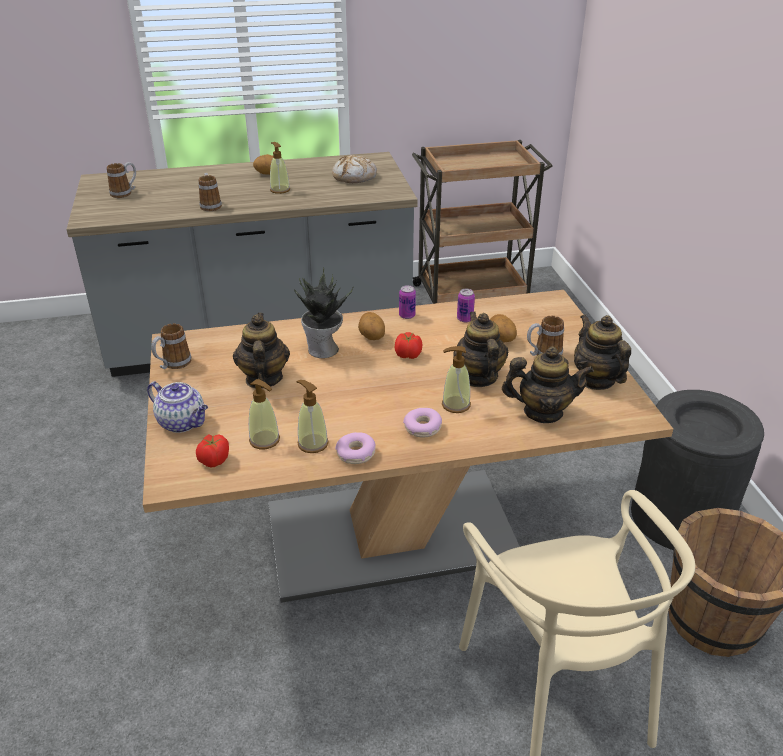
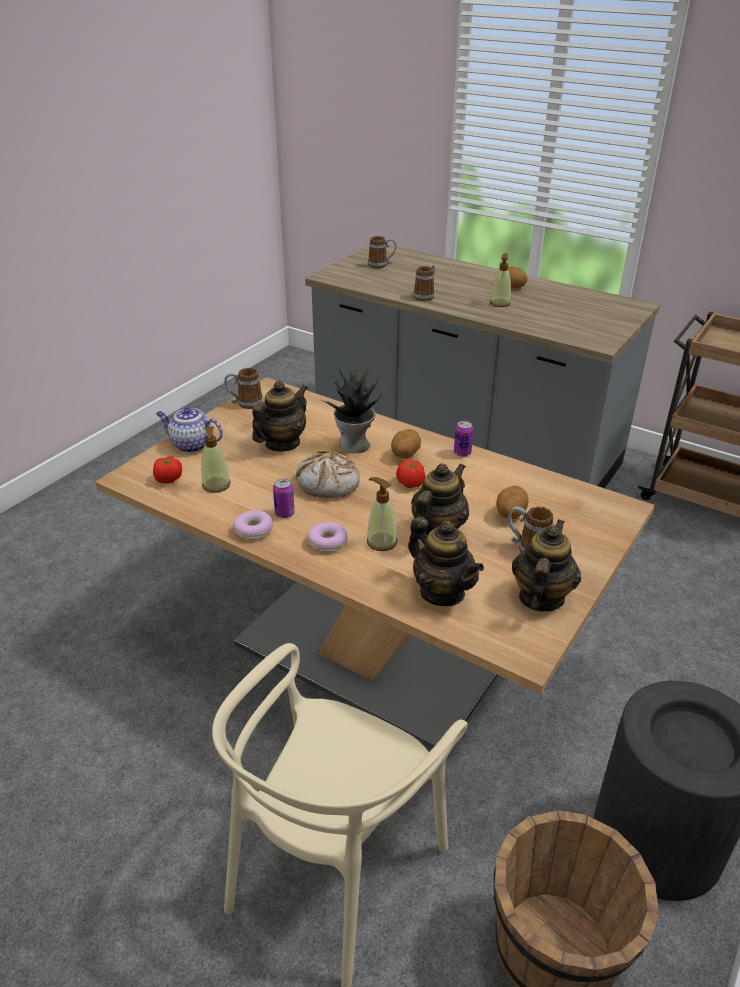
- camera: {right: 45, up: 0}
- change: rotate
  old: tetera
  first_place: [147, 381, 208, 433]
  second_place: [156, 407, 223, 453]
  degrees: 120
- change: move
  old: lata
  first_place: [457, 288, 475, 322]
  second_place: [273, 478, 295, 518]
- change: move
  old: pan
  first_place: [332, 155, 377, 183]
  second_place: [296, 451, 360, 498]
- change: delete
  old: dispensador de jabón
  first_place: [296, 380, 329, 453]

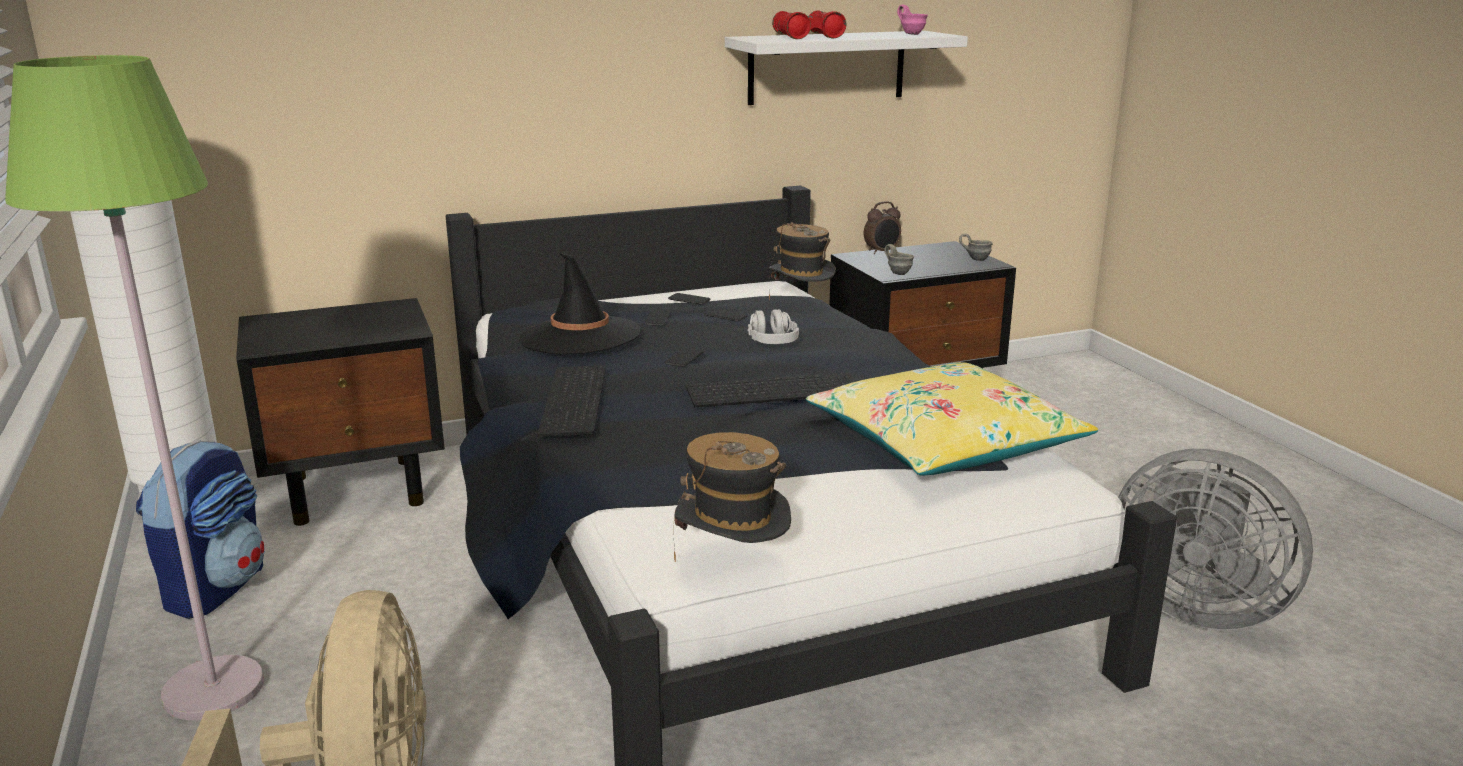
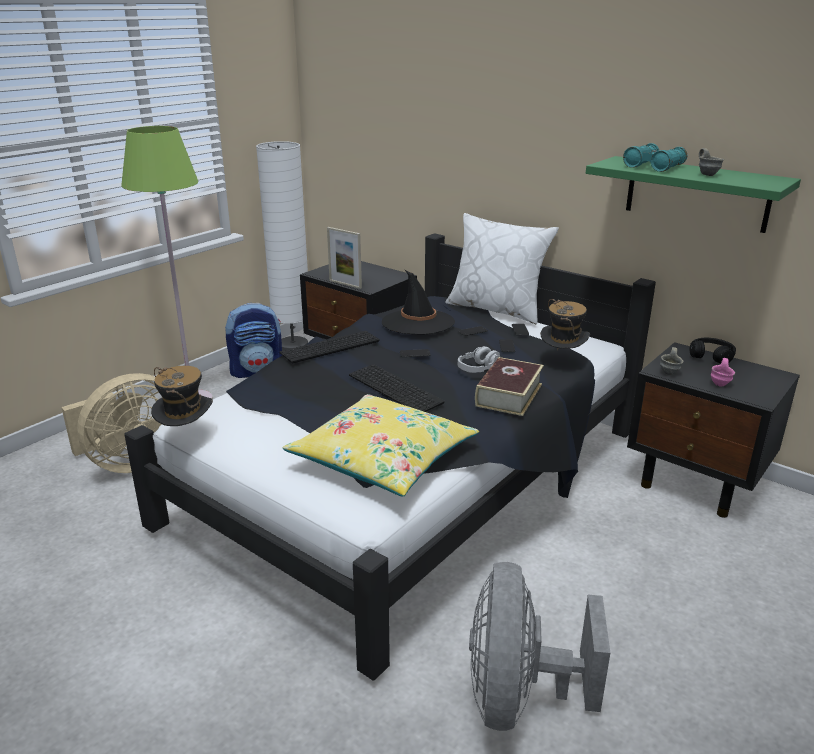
- camera: {right: 60, up: 5}
- change: insert
  new: portarretratos
  second_place: [327, 227, 362, 289]
- change: insert
  new: cojín/blanco
  second_place: [445, 213, 559, 324]
- change: insert
  new: libro
  second_place: [475, 357, 544, 416]
- change: recolor
  old: estante/blanco
  new: estante/verde
  first_place: [725, 31, 968, 105]
  second_place: [586, 156, 801, 233]
- change: recolor
  old: prismáticos/rojo
  new: prismáticos/turquesa
  first_place: [772, 10, 846, 39]
  second_place: [623, 143, 687, 172]
- change: replace
  old: despertador
  new: auriculares/negro
  first_place: [863, 201, 901, 254]
  second_place: [690, 338, 736, 363]
- change: move
  old: taza grande/gris
  first_place: [959, 233, 993, 261]
  second_place: [699, 148, 724, 176]
- change: move
  old: taza grande/rosa
  first_place: [897, 5, 928, 35]
  second_place: [711, 358, 735, 387]

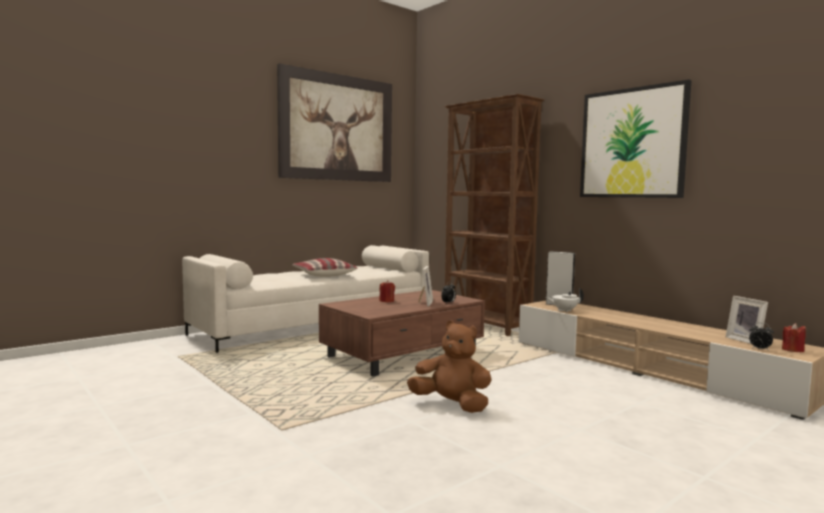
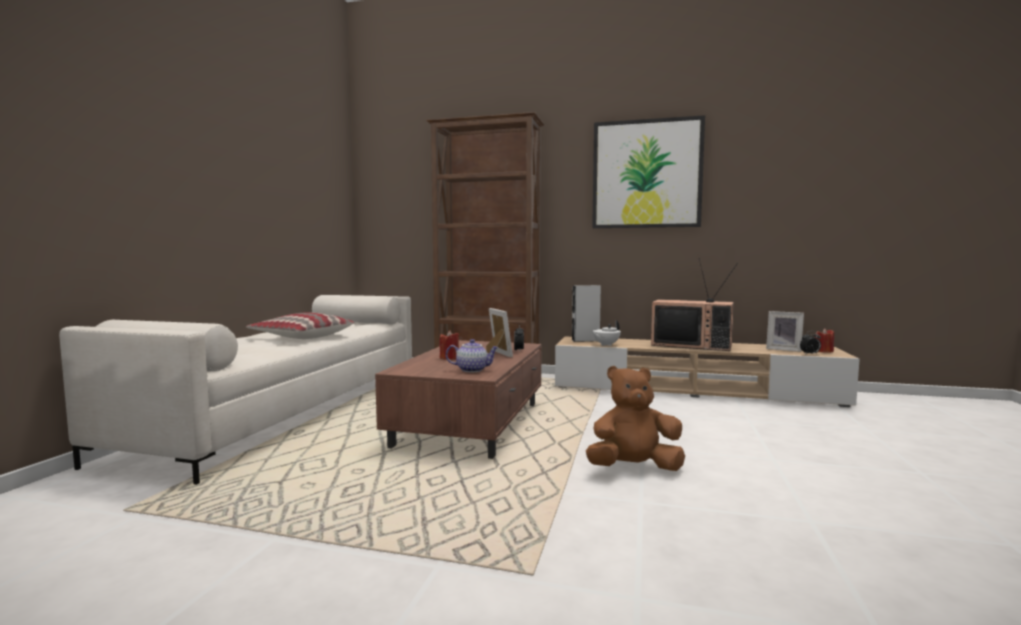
- camera: {right: -35, up: 0}
- change: insert
  new: tetera
  second_place: [446, 339, 499, 372]
- change: insert
  new: televisor
  second_place: [651, 258, 738, 351]
- change: delete
  old: cuadro
  first_place: [277, 63, 392, 182]

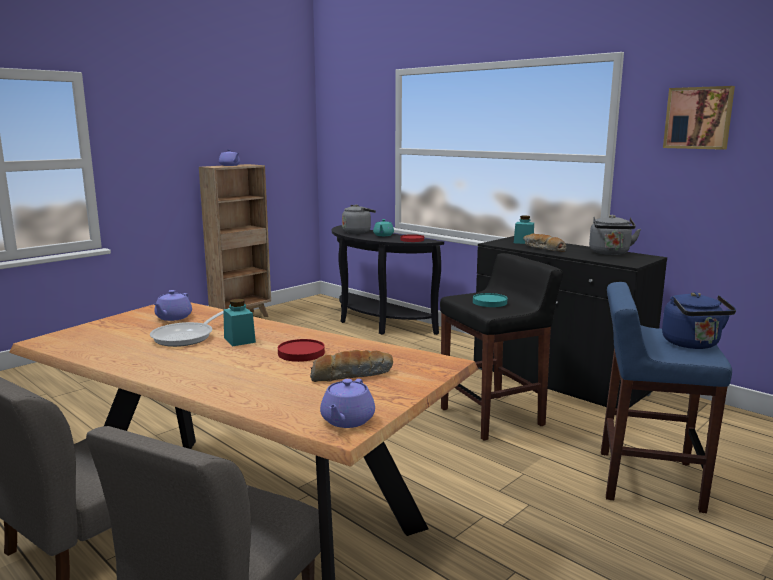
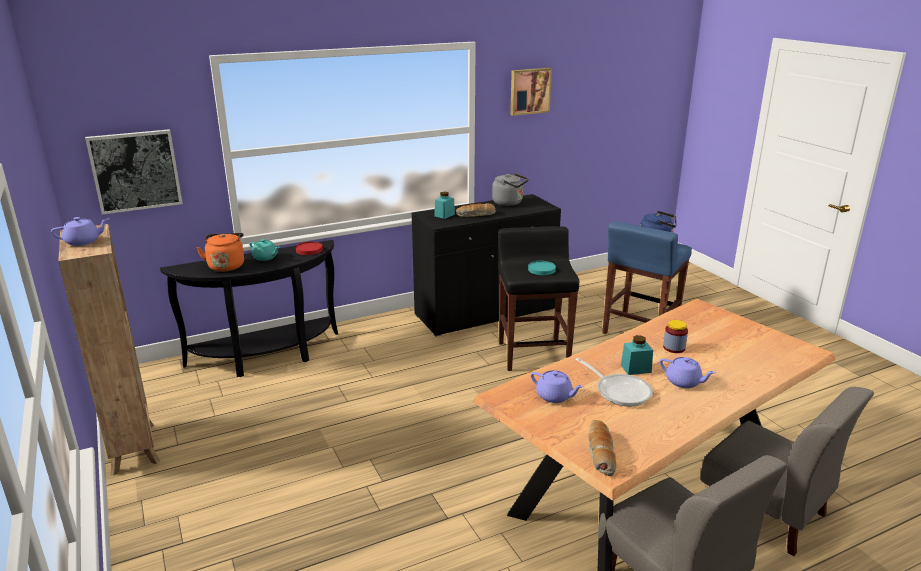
- camera: {right: -70, up: 10}
- change: insert
  new: cuadro
  second_place: [85, 129, 183, 215]
- change: recolor
  old: hervidor/gris
  new: hervidor/naranja
  first_place: [342, 204, 376, 234]
  second_place: [196, 233, 244, 272]
- change: move
  old: pan
  first_place: [310, 350, 393, 382]
  second_place: [588, 420, 616, 476]
- change: move
  old: tetera/morado
  first_place: [320, 379, 375, 428]
  second_place: [660, 357, 716, 388]
- change: replace
  old: plato/rojo
  new: tarro
  first_place: [278, 339, 325, 362]
  second_place: [663, 320, 688, 353]

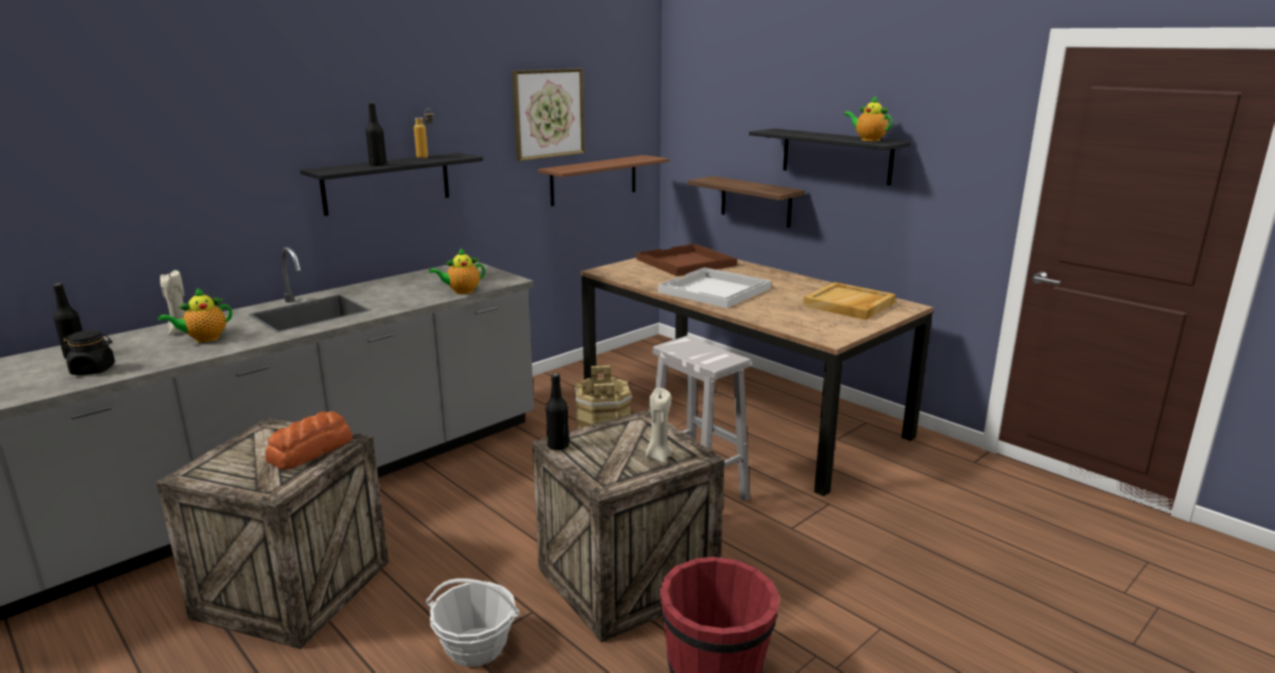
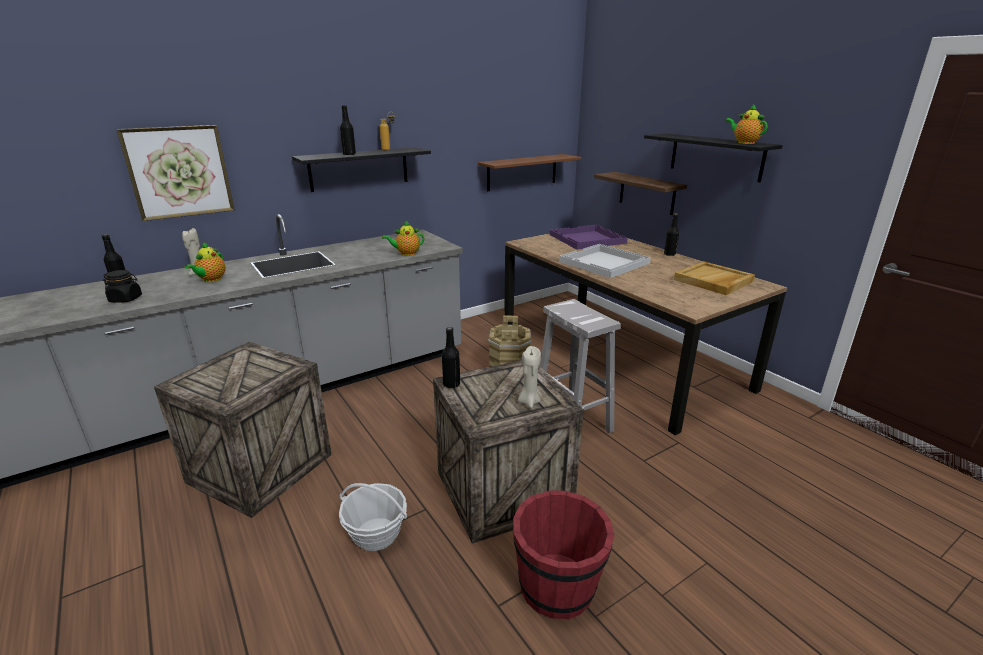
- camera: {right: 10, up: 5}
- change: move
  old: cuadro
  first_place: [512, 68, 585, 161]
  second_place: [116, 125, 235, 221]
- change: rotate
  old: tetera
  first_place: [158, 288, 232, 342]
  second_place: [185, 242, 226, 282]
  degrees: -45
- change: recolor
  old: bandeja/marrón
  new: bandeja/morado
  first_place: [637, 244, 737, 276]
  second_place: [550, 225, 627, 250]
- change: insert
  new: botella/negro
  second_place: [664, 213, 679, 256]
- change: delete
  old: pan
  first_place: [265, 411, 352, 469]

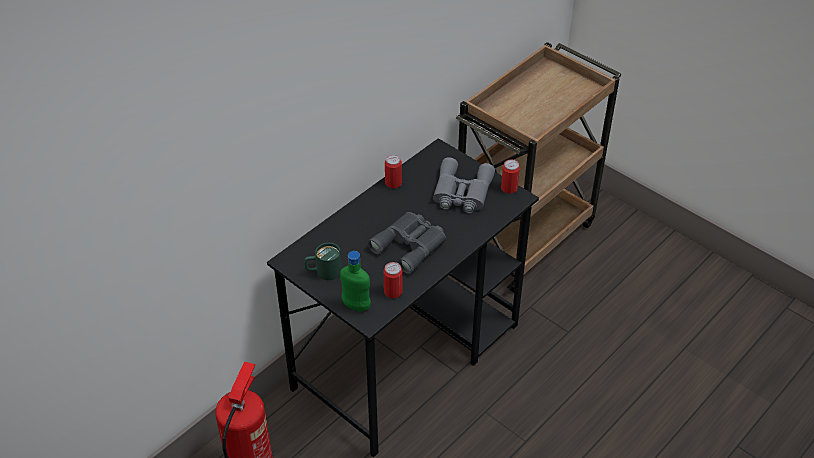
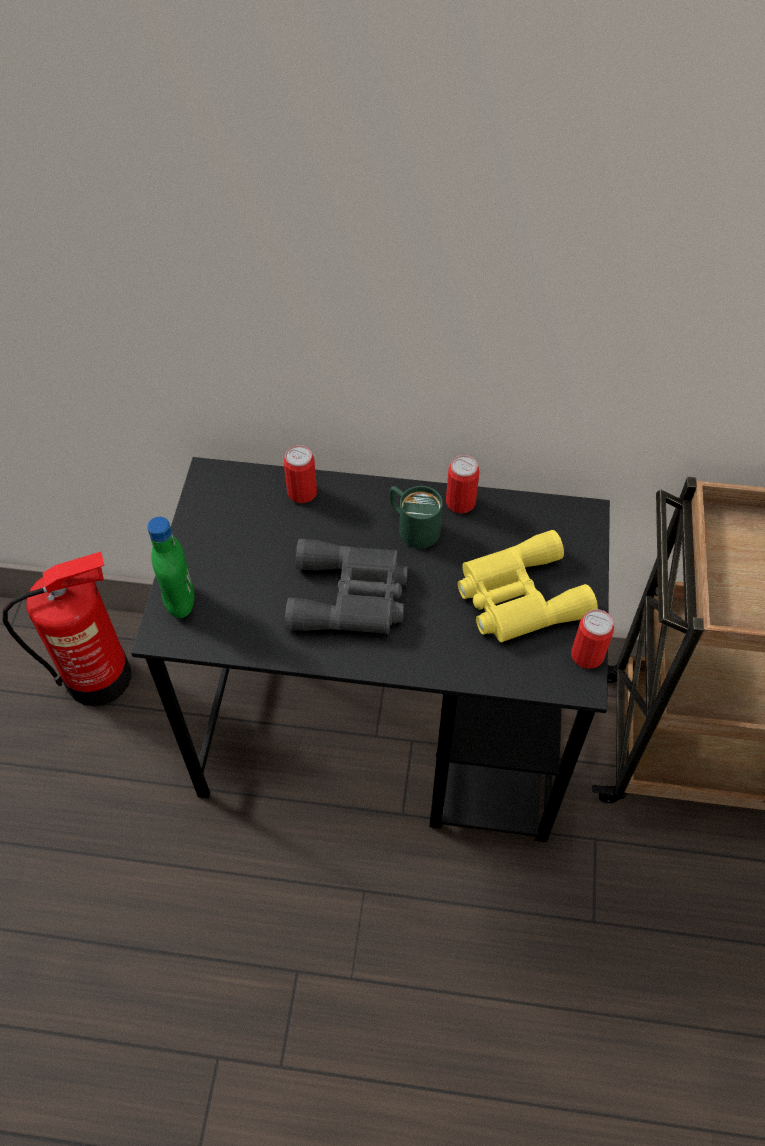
- camera: {right: 55, up: 10}
- change: move
  old: lata
  first_place: [384, 262, 403, 298]
  second_place: [284, 445, 317, 503]
- change: move
  old: taza grande/verde
  first_place: [304, 243, 342, 280]
  second_place: [389, 486, 443, 549]
- change: recolor
  old: prismáticos/gris
  new: prismáticos/amarillo
  first_place: [433, 157, 495, 213]
  second_place: [458, 530, 598, 642]

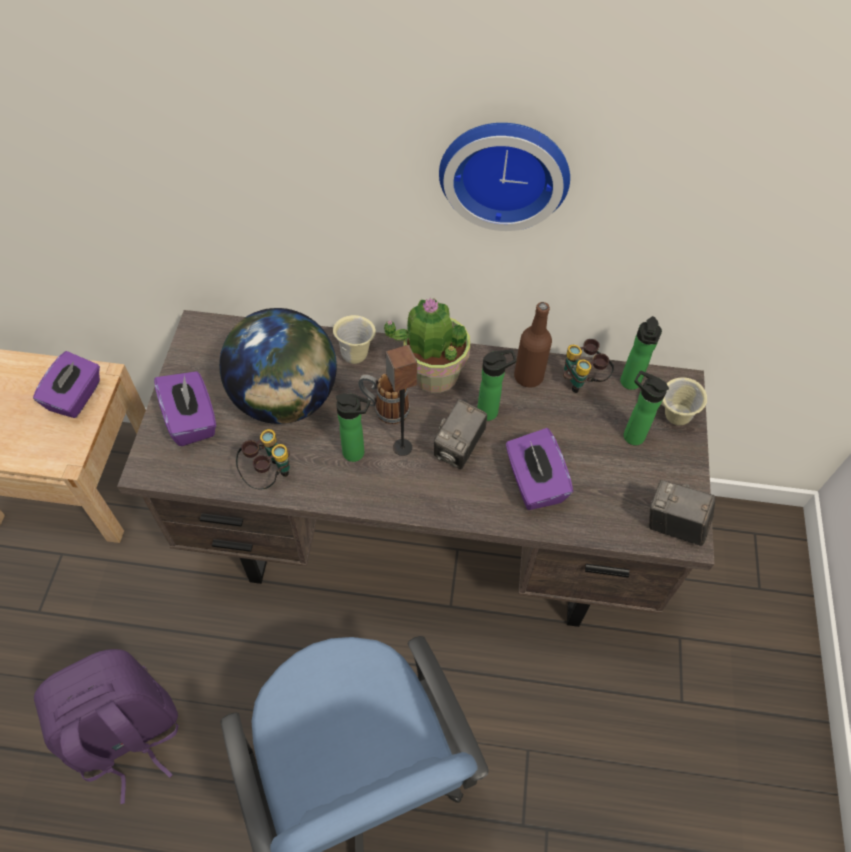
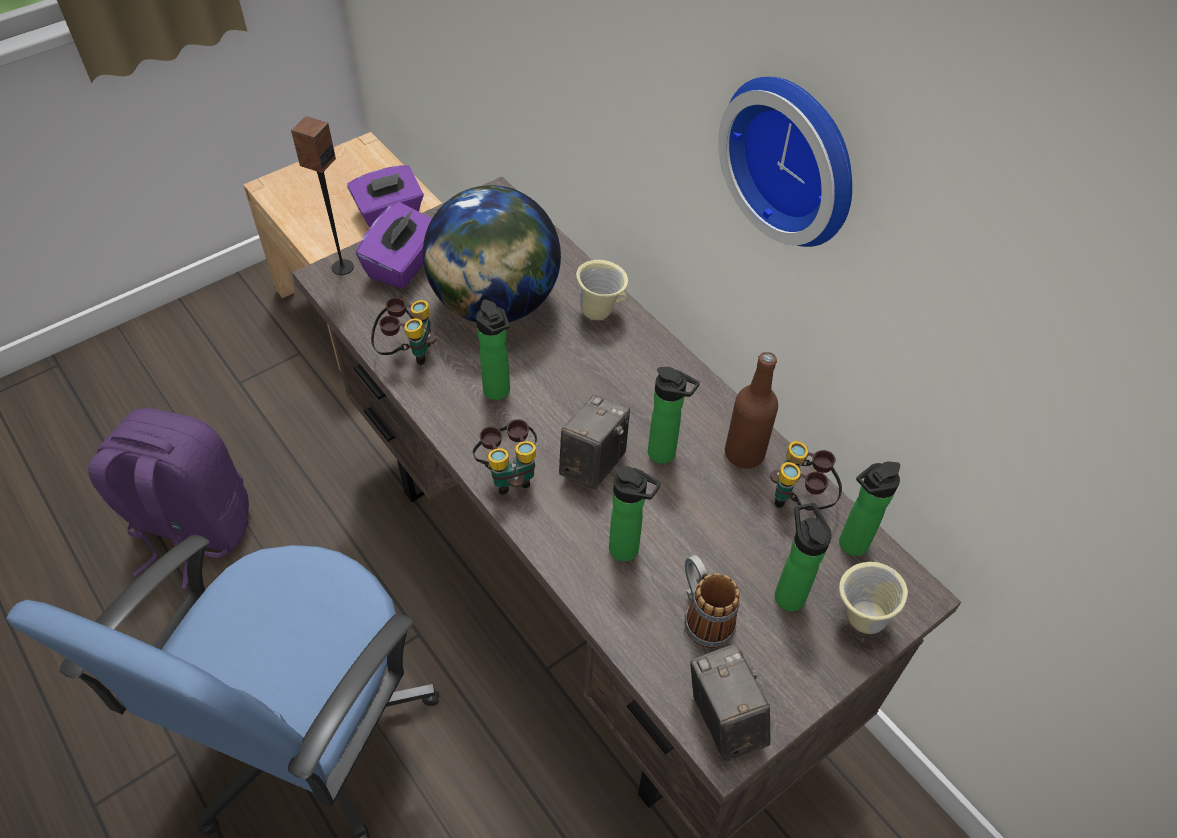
- camera: {right: 45, up: -5}
- change: move
  old: altavoz
  first_place: [386, 345, 417, 456]
  second_place: [291, 116, 354, 275]
- change: insert
  new: prismáticos
  second_place: [472, 419, 537, 495]
- change: rotate
  old: cámara
  first_place: [434, 399, 487, 469]
  second_place: [559, 395, 630, 490]
  degrees: 135
- change: replace
  old: caja de pañuelos/morado
  new: botella
  first_place: [506, 428, 573, 510]
  second_place: [609, 466, 661, 562]
- change: move
  old: taza grande
  first_place: [358, 374, 410, 424]
  second_place: [684, 555, 740, 648]
- change: delete
  old: planta en maceta
  first_place: [384, 297, 470, 393]

